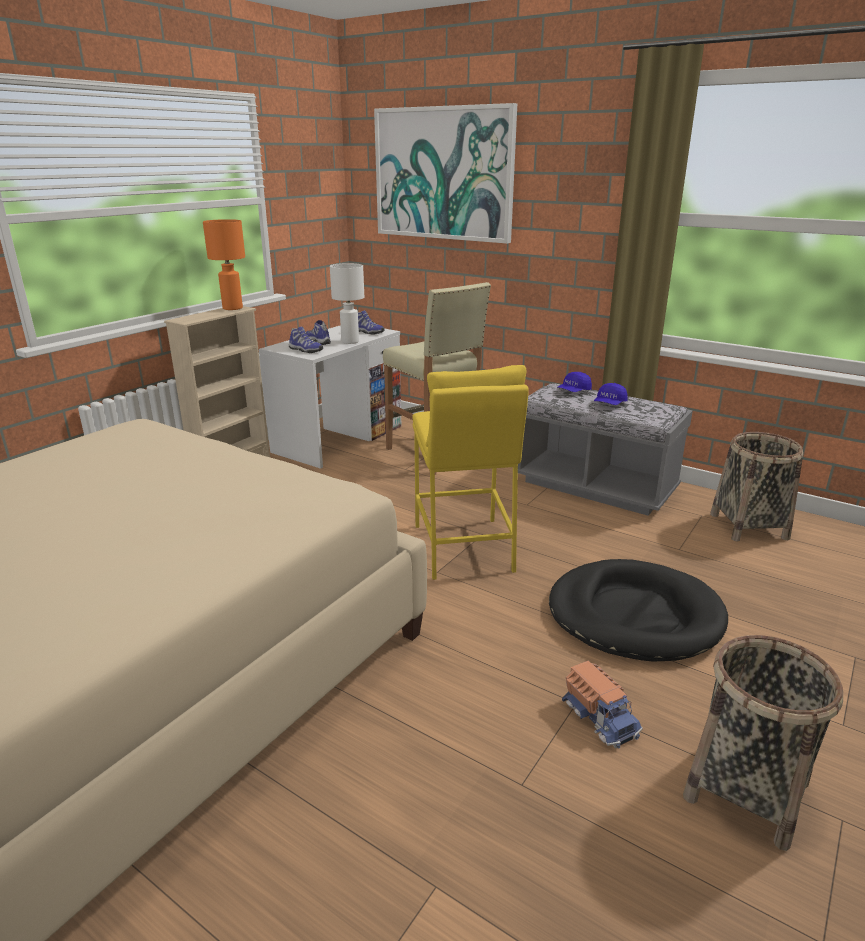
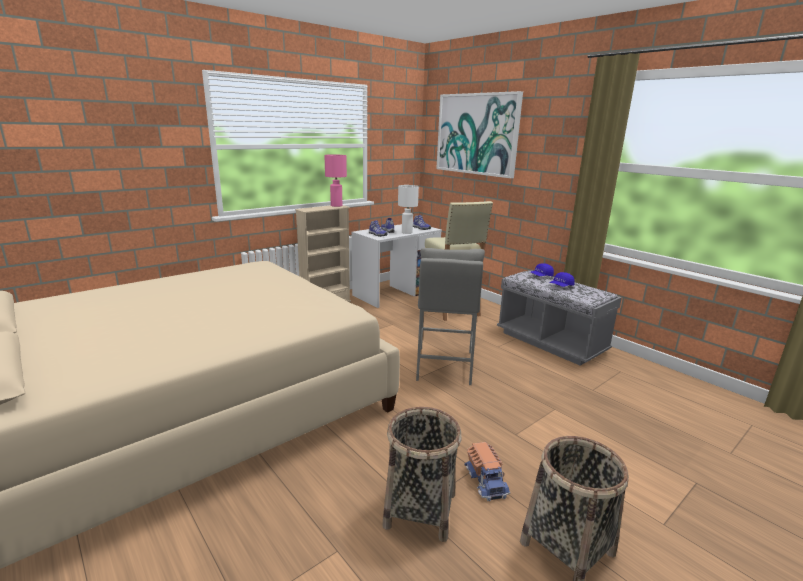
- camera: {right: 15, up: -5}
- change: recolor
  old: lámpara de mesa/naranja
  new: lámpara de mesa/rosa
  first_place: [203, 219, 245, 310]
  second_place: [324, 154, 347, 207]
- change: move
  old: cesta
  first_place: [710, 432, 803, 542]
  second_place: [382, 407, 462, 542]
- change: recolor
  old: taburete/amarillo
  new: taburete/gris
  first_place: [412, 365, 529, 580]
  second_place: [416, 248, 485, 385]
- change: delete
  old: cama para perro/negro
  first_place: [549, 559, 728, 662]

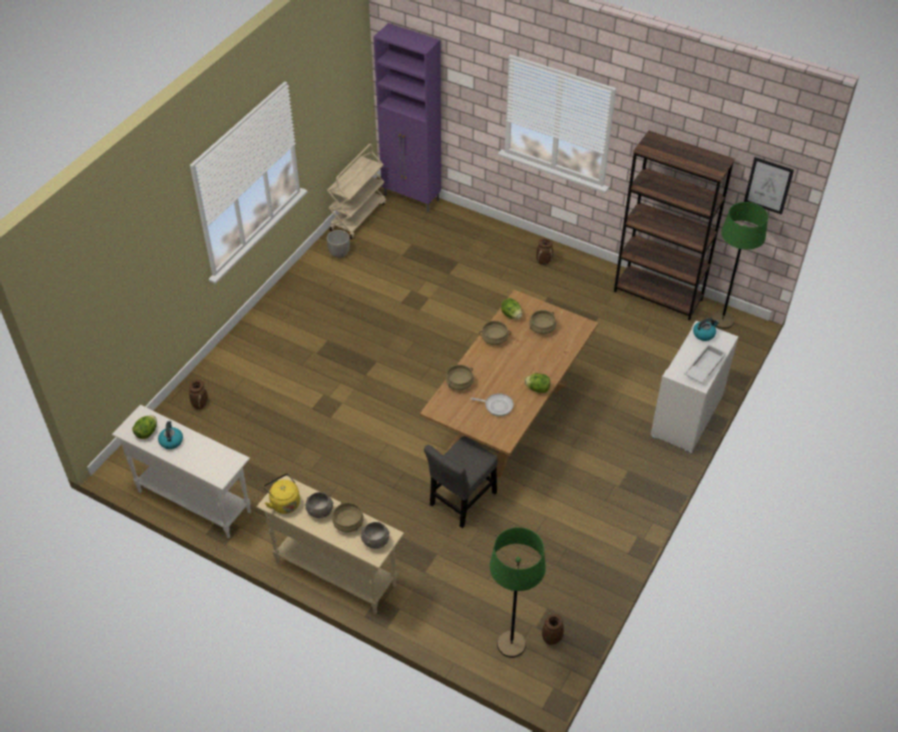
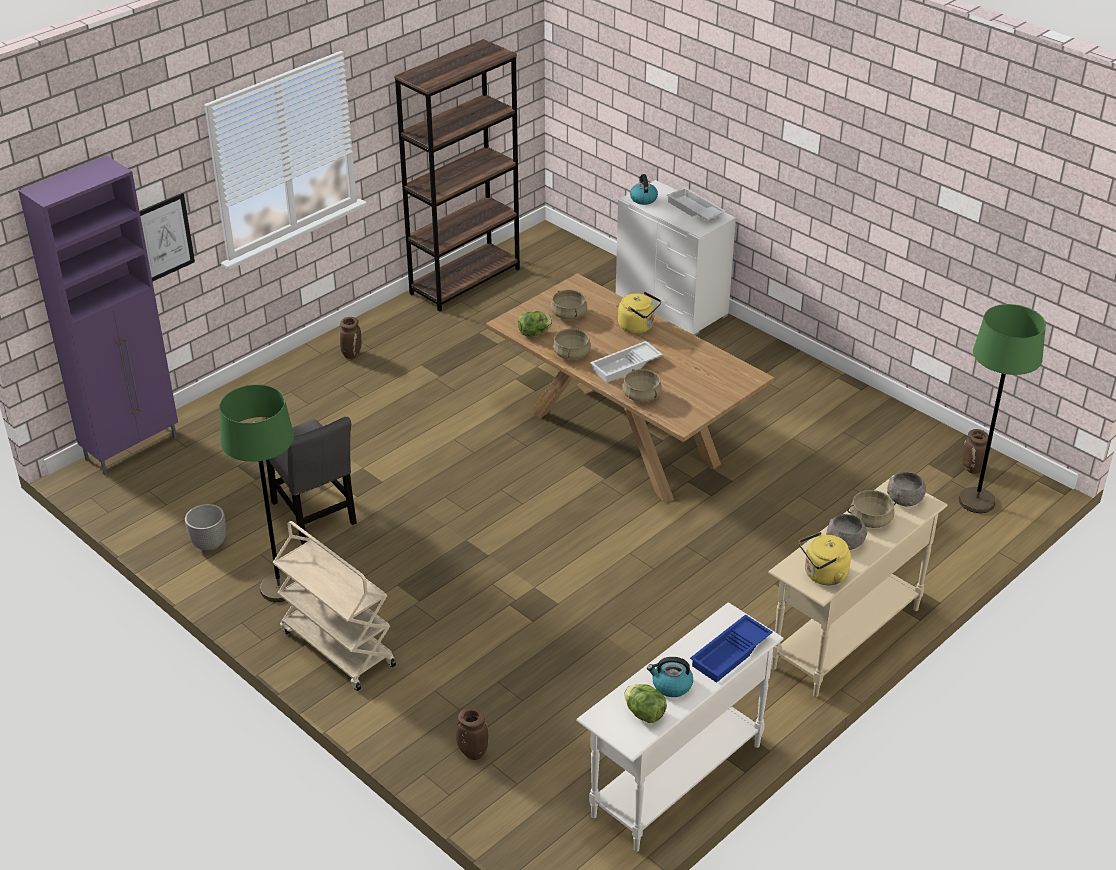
- camera: {right: -75, up: -10}
- change: move
  old: cuadro
  first_place: [744, 157, 794, 215]
  second_place: [140, 193, 195, 282]
- change: move
  old: lámpara de pie/verde
  first_place: [711, 202, 768, 329]
  second_place: [219, 384, 295, 602]
- change: move
  old: silla/gris
  first_place: [424, 436, 498, 528]
  second_place: [266, 417, 357, 545]
- change: move
  old: carrito/beis
  first_place: [327, 144, 386, 239]
  second_place: [273, 521, 396, 691]
- change: insert
  new: bandeja/blanco
  second_place: [590, 341, 663, 383]
- change: insert
  new: hervidor/amarillo
  second_place: [618, 292, 662, 334]
- change: insert
  new: bandeja/azul
  second_place: [690, 614, 773, 683]
- change: delete
  old: sartén
  first_place: [471, 393, 514, 416]
- change: delete
  old: lechuga
  first_place: [524, 373, 550, 393]

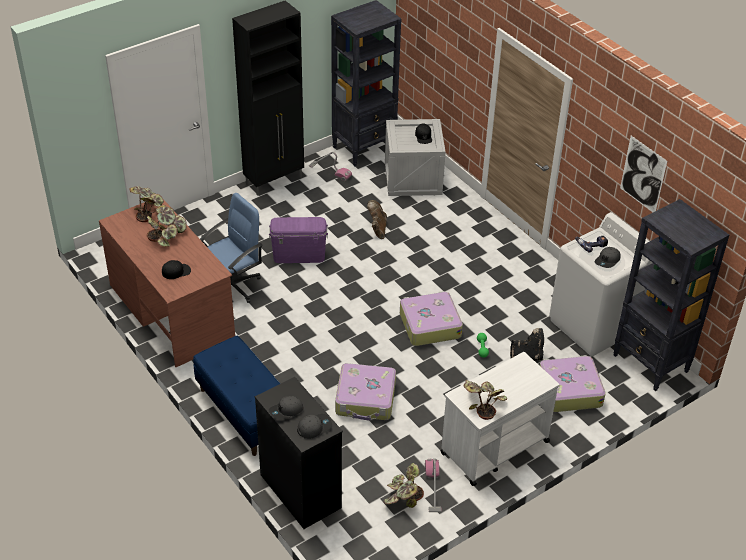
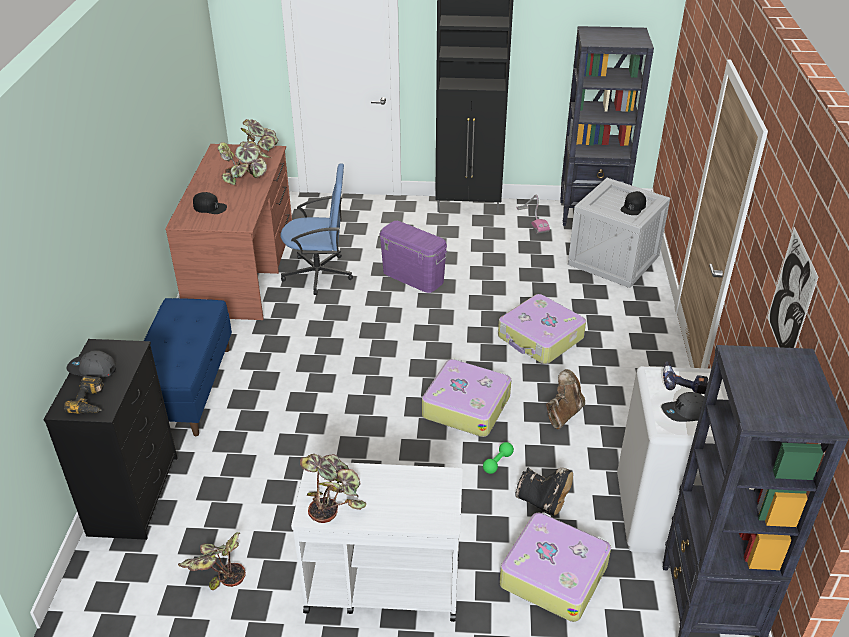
- camera: {right: 40, up: -5}
- change: replace
  old: gorra/gris
  new: taladro
  first_place: [297, 414, 332, 439]
  second_place: [64, 376, 104, 414]
- change: move
  old: maleta
  first_place: [335, 363, 396, 421]
  second_place: [498, 294, 586, 364]
- change: move
  old: bota/marrón
  first_place: [367, 200, 387, 239]
  second_place: [546, 369, 585, 429]
- change: delete
  old: aspiradora
  first_place: [425, 458, 442, 512]

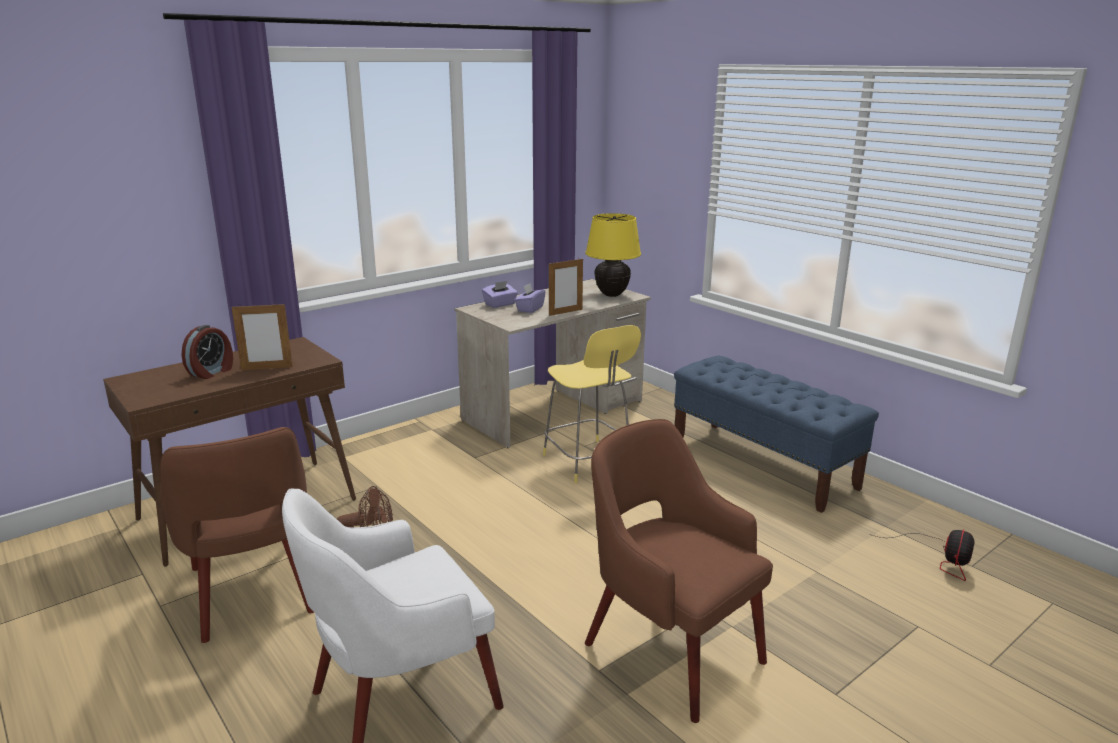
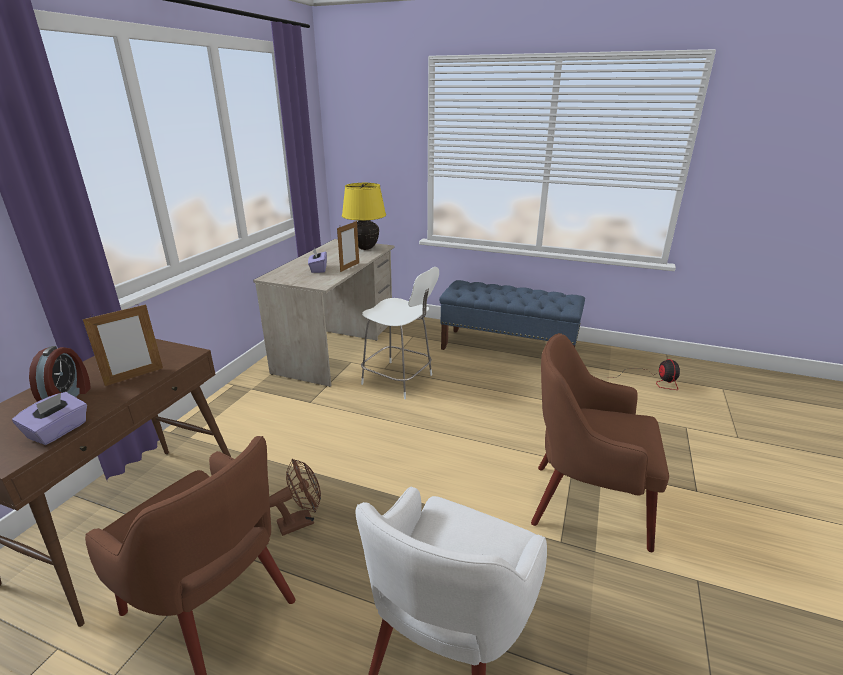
- camera: {right: -30, up: 5}
- change: move
  old: caja de pañuelos/morado
  first_place: [482, 281, 518, 308]
  second_place: [12, 392, 87, 445]
- change: recolor
  old: taburete/amarillo
  new: taburete/blanco
  first_place: [543, 325, 641, 483]
  second_place: [361, 267, 439, 399]

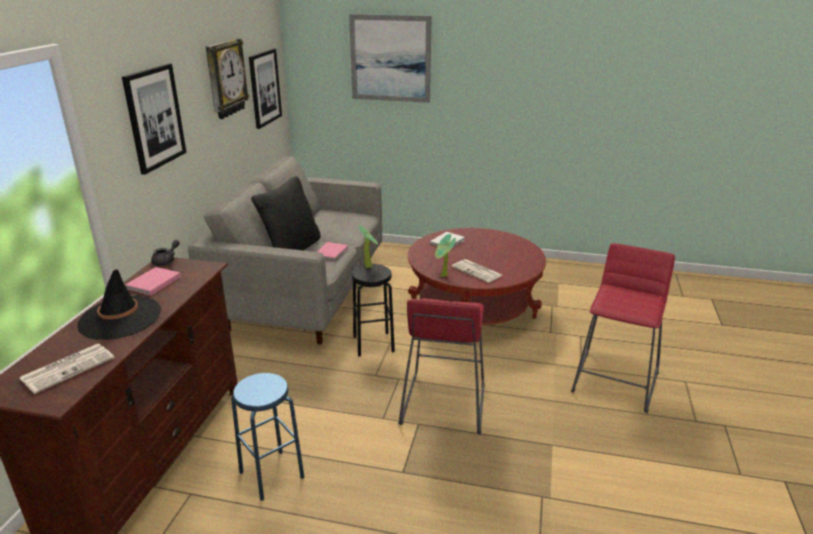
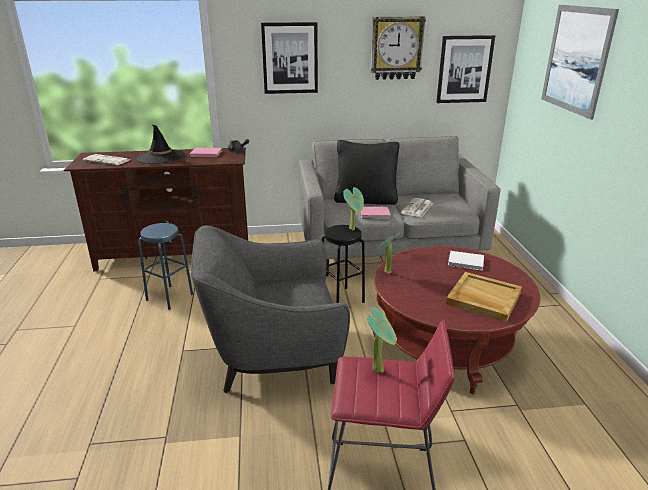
- camera: {right: 70, up: 0}
- change: replace
  old: taburete/rojo
  new: sillón/gris
  first_place: [399, 298, 484, 434]
  second_place: [191, 226, 350, 393]
- change: insert
  new: planta en maceta
  second_place: [367, 307, 397, 373]
- change: move
  old: periódico
  first_place: [452, 259, 503, 283]
  second_place: [401, 198, 433, 218]
- change: insert
  new: bandeja/beis
  second_place: [446, 272, 522, 322]

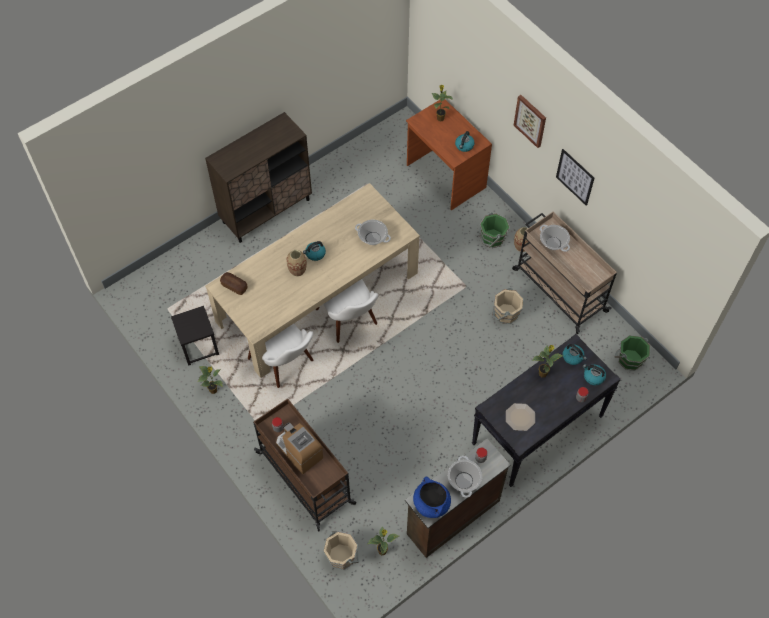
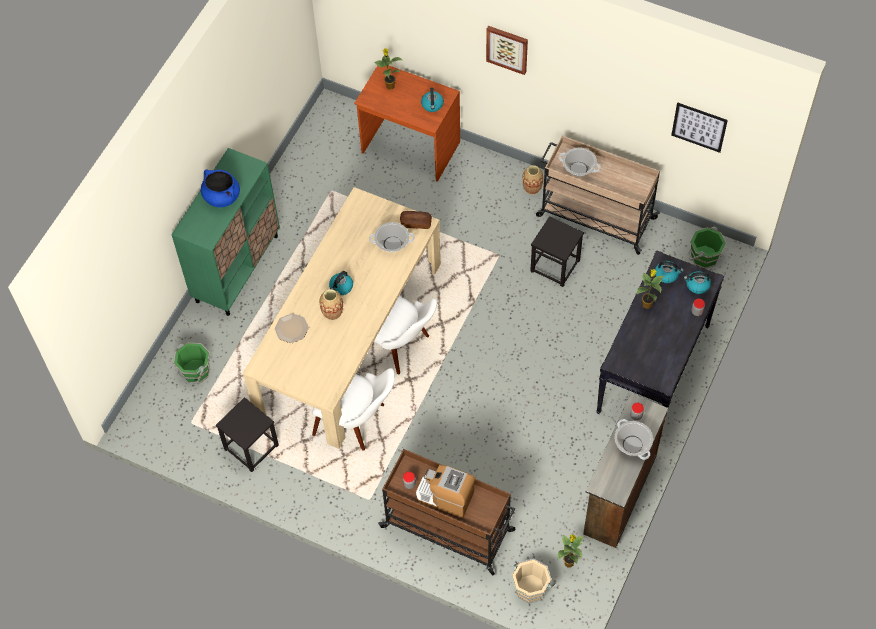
- camera: {right: -25, up: 0}
- change: recolor
  old: armario/marrón
  new: armario/verde
  first_place: [205, 112, 312, 243]
  second_place: [171, 148, 280, 316]
- change: move
  old: cubo/verde
  first_place: [479, 212, 510, 248]
  second_place: [173, 343, 210, 384]
- change: move
  old: olla/azul
  first_place: [413, 477, 451, 518]
  second_place: [201, 170, 240, 207]
- change: move
  old: plato
  first_place: [506, 403, 535, 431]
  second_place: [275, 314, 309, 343]
- change: move
  old: pan
  first_place: [220, 272, 248, 295]
  second_place: [400, 211, 432, 229]
- change: replace
  old: cubo/beis
  new: taburete/negro
  first_place: [493, 287, 524, 324]
  second_place: [530, 216, 584, 287]
- change: move
  old: cuadro
  first_place: [556, 149, 594, 206]
  second_place: [671, 103, 728, 153]
- change: delete
  old: planta en maceta
  first_place: [198, 366, 223, 394]

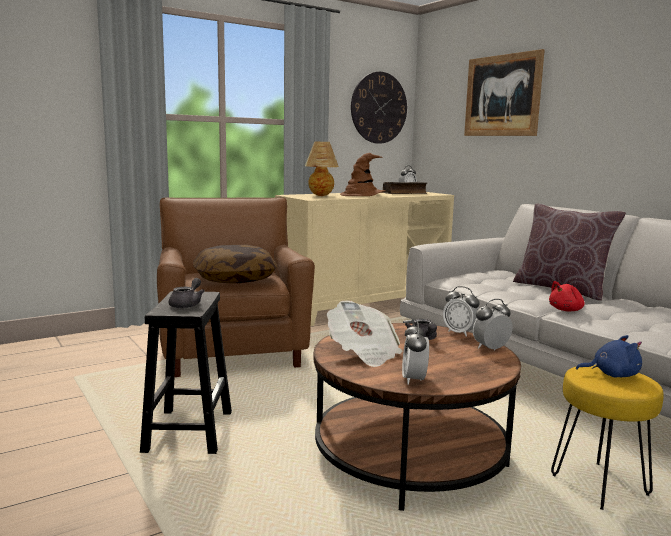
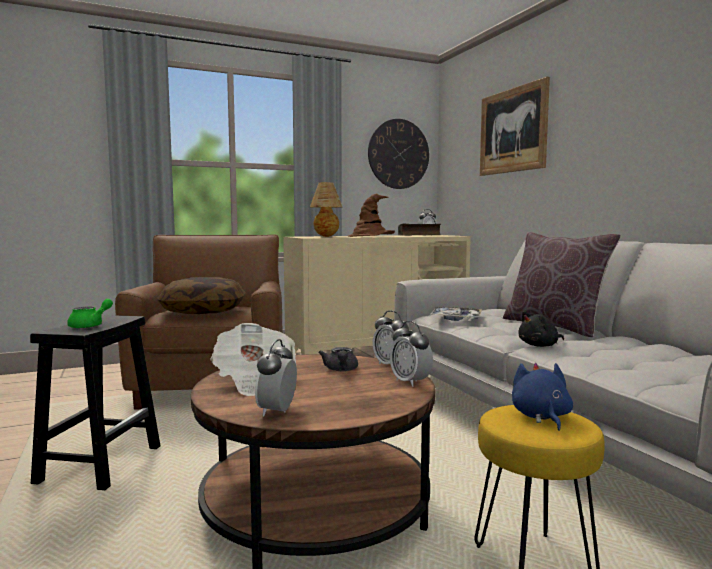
- camera: {right: 10, up: -5}
- change: recolor
  old: tetera/gris
  new: tetera/verde
  first_place: [168, 278, 204, 308]
  second_place: [67, 299, 113, 329]
- change: rotate
  old: despertador
  first_place: [473, 299, 513, 351]
  second_place: [390, 321, 433, 387]
  degrees: -105
- change: insert
  new: bandeja
  second_place: [430, 306, 482, 321]
- change: rotate
  old: peluche/azul
  first_place: [576, 335, 642, 378]
  second_place: [512, 363, 573, 431]
  degrees: -105
- change: recolor
  old: peluche/rojo
  new: peluche/negro
  first_place: [549, 281, 585, 311]
  second_place: [518, 311, 564, 347]

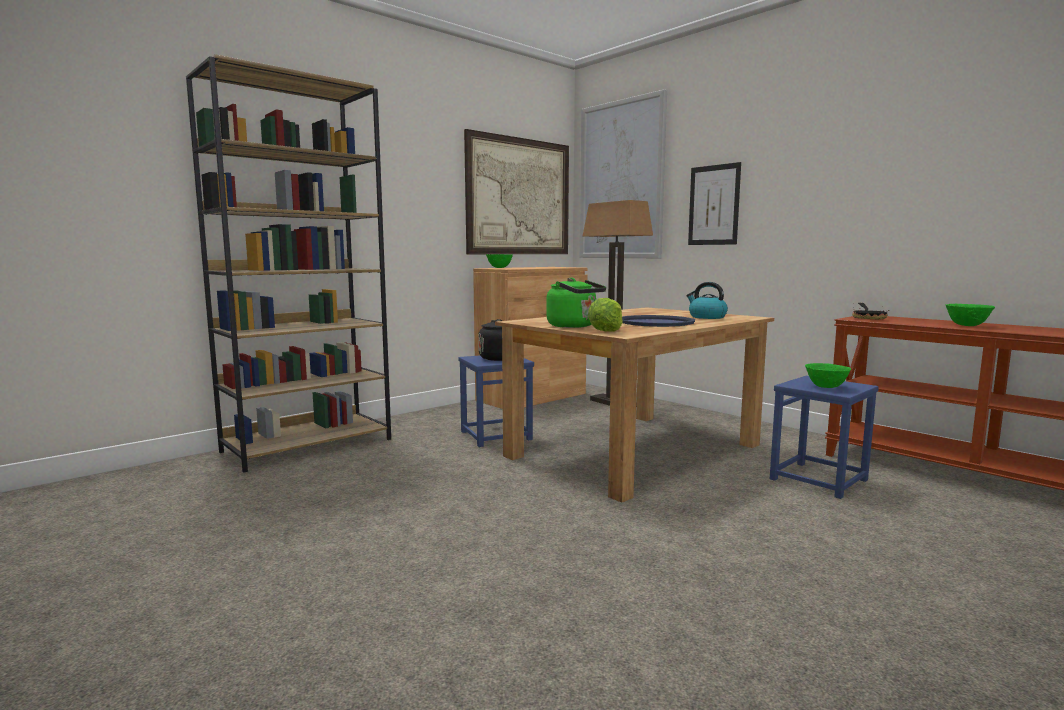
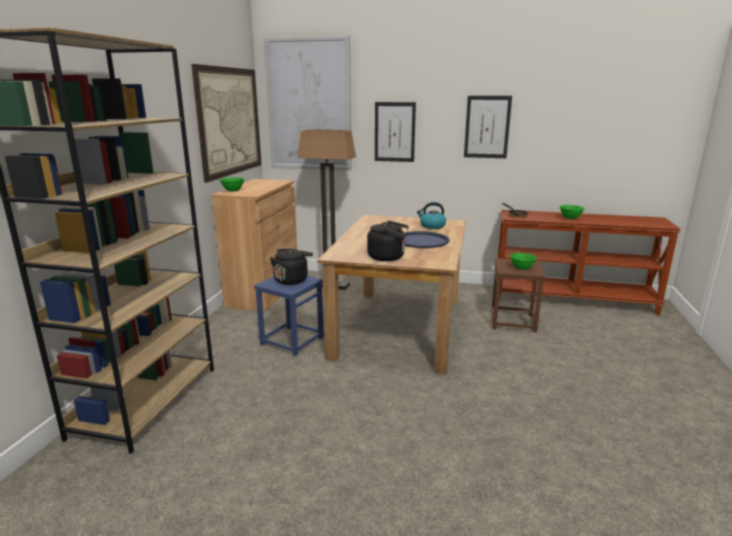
- camera: {right: -35, up: 10}
- change: recolor
  old: hervidor/verde
  new: hervidor/negro
  first_place: [546, 277, 606, 328]
  second_place: [367, 220, 409, 261]
- change: insert
  new: cuadro
  second_place: [464, 96, 512, 158]
- change: recolor
  old: taburete/azul
  new: taburete/marrón
  first_place: [770, 376, 879, 499]
  second_place: [491, 258, 545, 333]
- change: delete
  old: lechuga
  first_place: [588, 298, 623, 332]

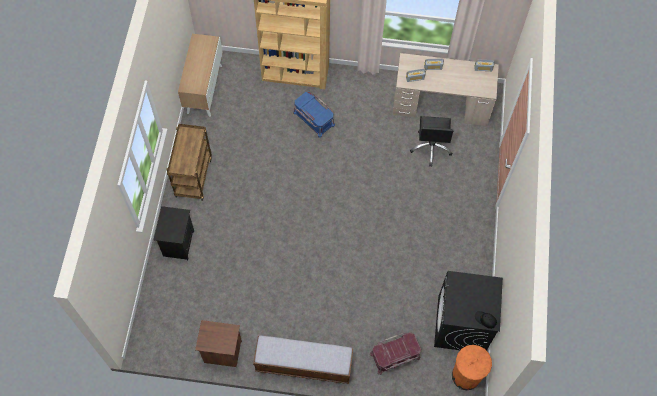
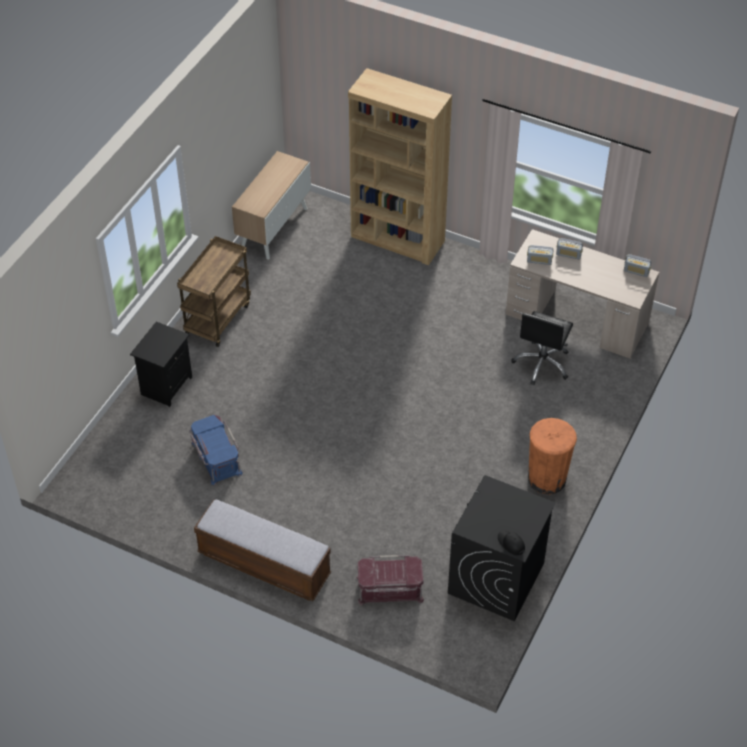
- camera: {right: 20, up: -15}
- change: move
  old: caja de almacenaje/azul
  first_place: [293, 92, 335, 137]
  second_place: [189, 415, 243, 485]
- change: move
  old: papelera/naranja
  first_place: [452, 345, 492, 390]
  second_place: [528, 418, 577, 495]
- change: delete
  old: mesita de noche/marrón
  first_place: [195, 320, 242, 367]

